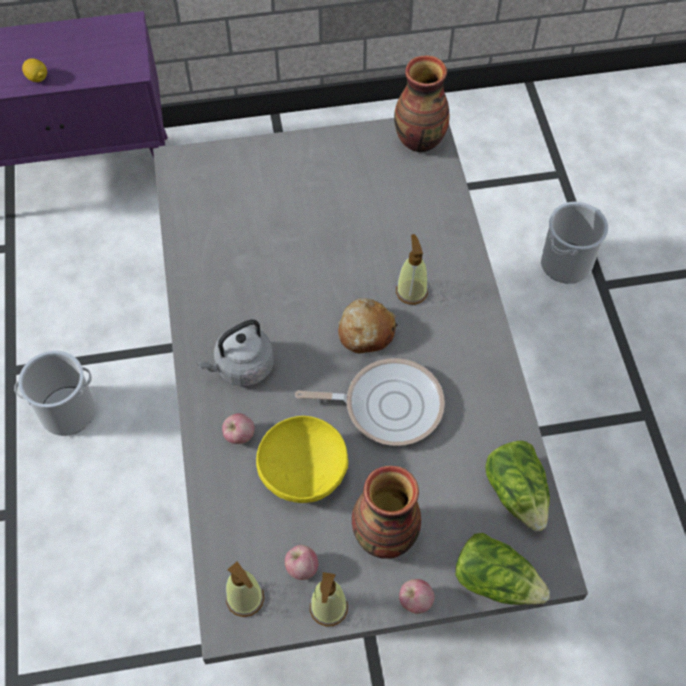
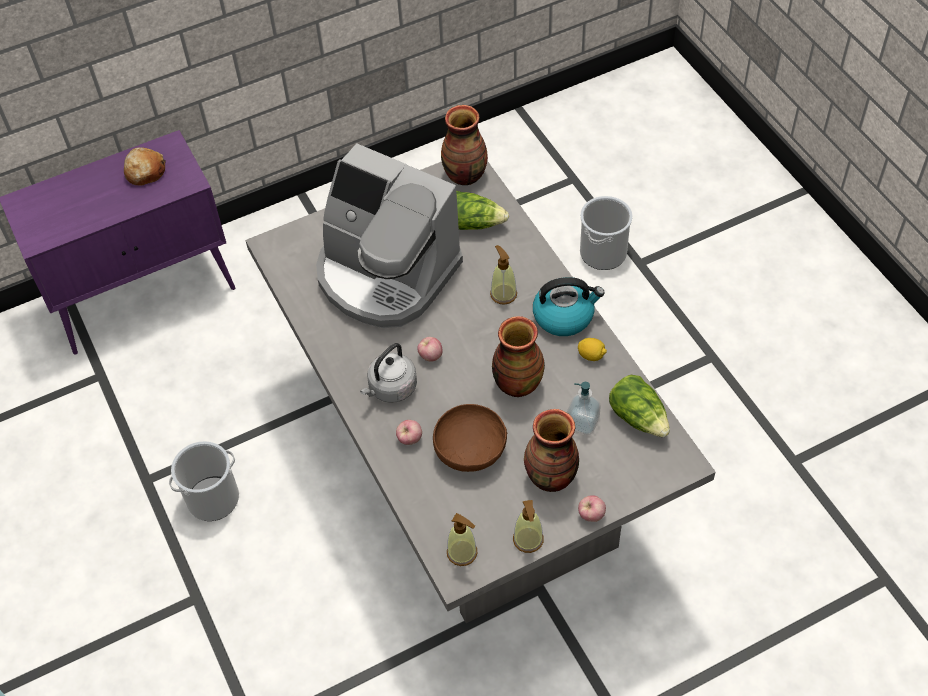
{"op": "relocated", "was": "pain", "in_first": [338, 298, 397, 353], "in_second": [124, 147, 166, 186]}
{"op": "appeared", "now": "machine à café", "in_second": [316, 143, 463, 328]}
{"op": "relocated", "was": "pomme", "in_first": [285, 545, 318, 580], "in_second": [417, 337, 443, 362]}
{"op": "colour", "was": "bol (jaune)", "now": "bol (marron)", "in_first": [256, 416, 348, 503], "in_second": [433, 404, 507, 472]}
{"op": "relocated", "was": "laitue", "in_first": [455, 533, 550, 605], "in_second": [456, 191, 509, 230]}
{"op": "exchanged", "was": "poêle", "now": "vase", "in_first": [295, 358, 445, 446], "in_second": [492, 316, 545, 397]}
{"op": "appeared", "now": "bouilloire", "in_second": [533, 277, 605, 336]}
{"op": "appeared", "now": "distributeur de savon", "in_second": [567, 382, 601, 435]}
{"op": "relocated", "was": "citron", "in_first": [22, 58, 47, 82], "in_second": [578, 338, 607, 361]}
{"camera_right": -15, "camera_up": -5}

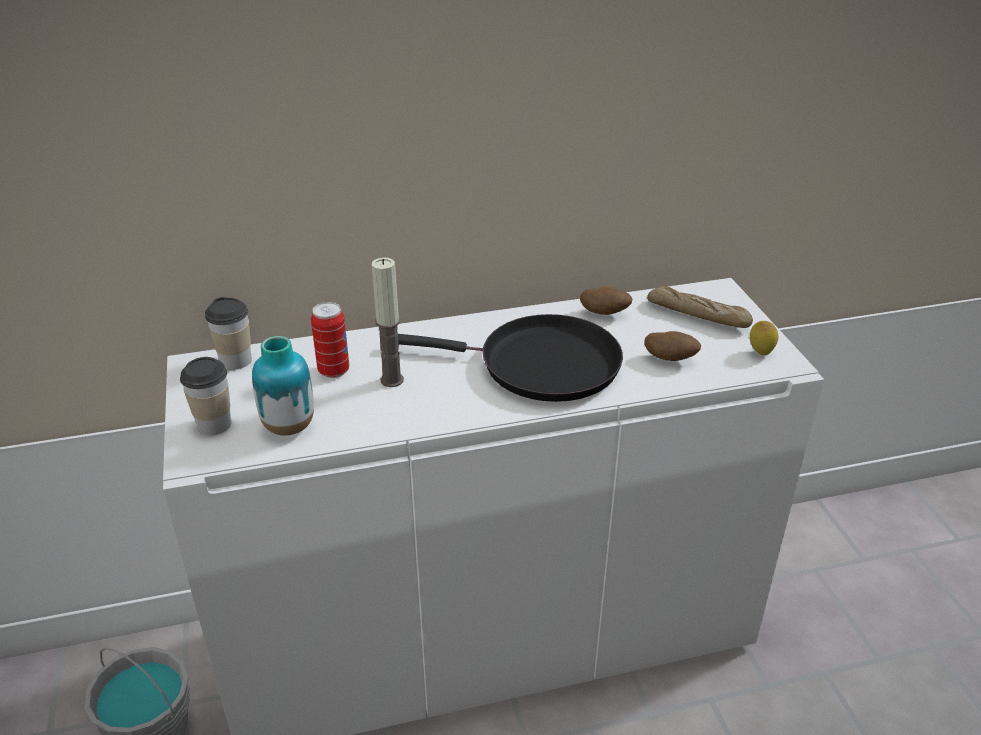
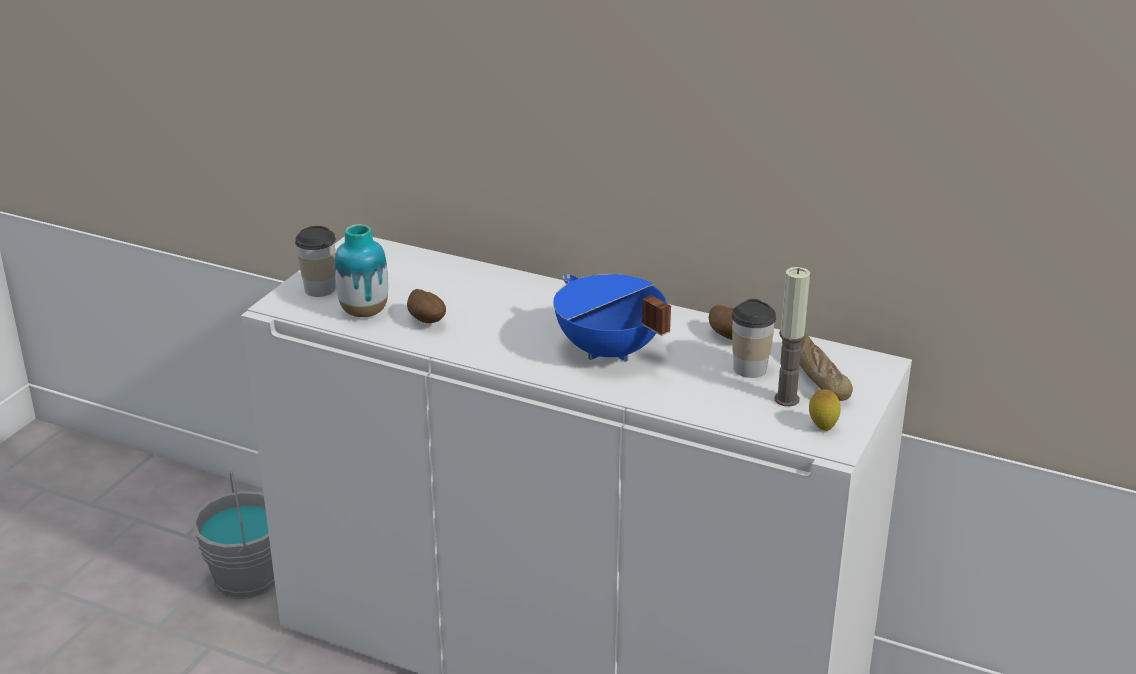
{"op": "relocated", "was": "pomme de terre", "in_first": [644, 331, 701, 361], "in_second": [407, 289, 446, 323]}
{"op": "exchanged", "was": "poêle (noir)", "now": "marmite (bleu)", "in_first": [398, 314, 623, 402], "in_second": [553, 274, 671, 362]}
{"op": "relocated", "was": "tasse", "in_first": [205, 297, 252, 370], "in_second": [732, 299, 776, 378]}
{"op": "relocated", "was": "bougie", "in_first": [372, 257, 404, 387], "in_second": [774, 267, 810, 406]}
{"op": "missing", "was": "boîte métallique", "in_first": [311, 302, 349, 378]}
{"camera_right": 40, "camera_up": -5}

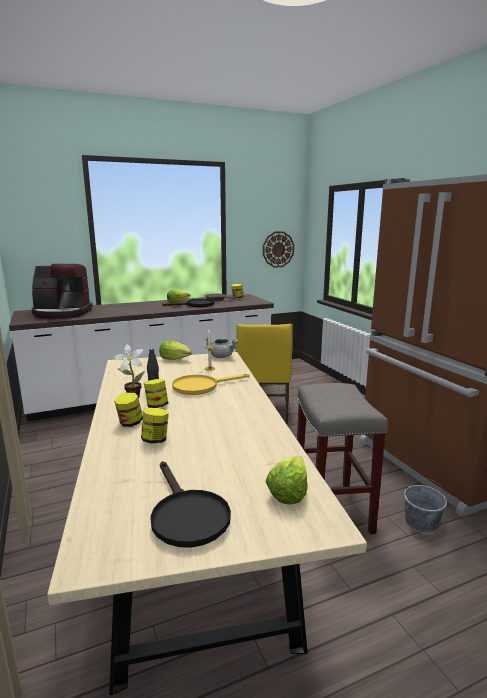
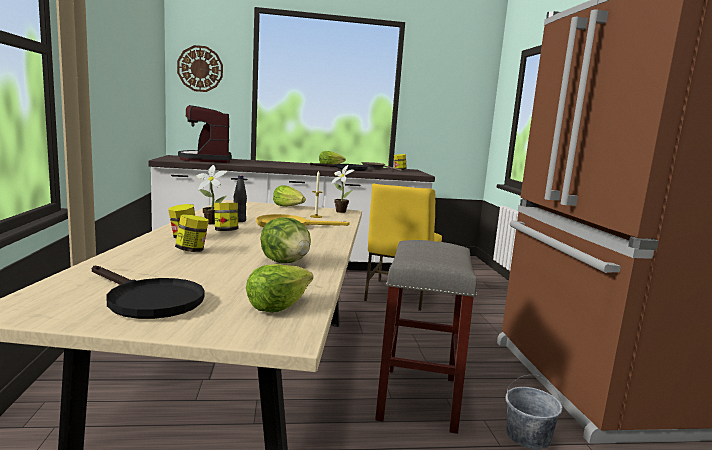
{"op": "spun", "was": "poêle (noir)", "in_first": [150, 461, 231, 548], "in_second": [92, 266, 205, 319], "clockwise": -45}
{"op": "relocated", "was": "horloge murale", "in_first": [263, 231, 294, 268], "in_second": [177, 45, 223, 92]}
{"op": "spun", "was": "machine à café", "in_first": [32, 264, 93, 319], "in_second": [178, 105, 232, 163], "clockwise": 60}
{"op": "appeared", "now": "laitue", "in_second": [260, 217, 311, 263]}
{"op": "exchanged", "was": "marmite (gris)", "now": "plante en pot", "in_first": [205, 337, 238, 358], "in_second": [331, 165, 354, 213]}
{"camera_right": 15, "camera_up": -5}

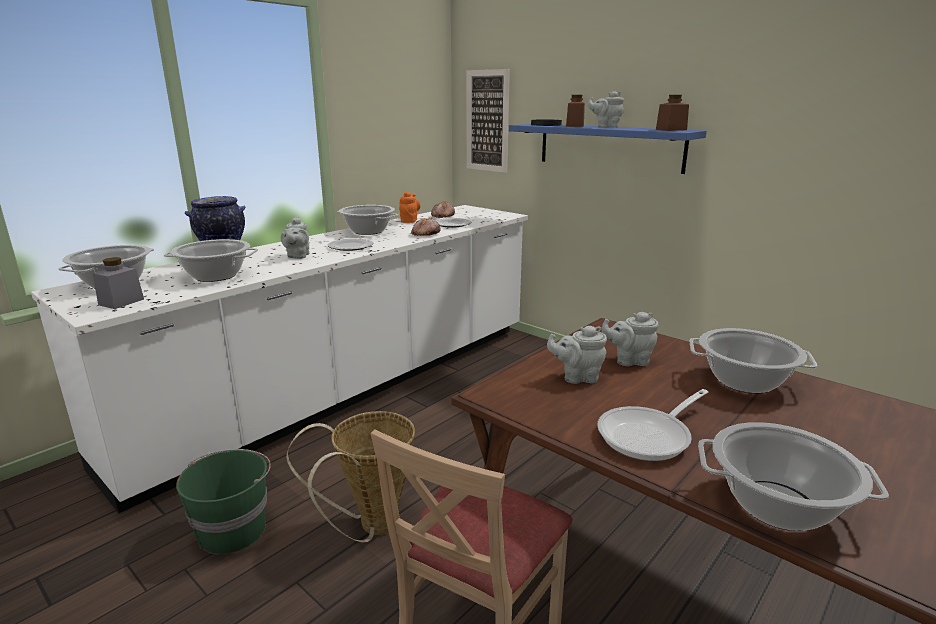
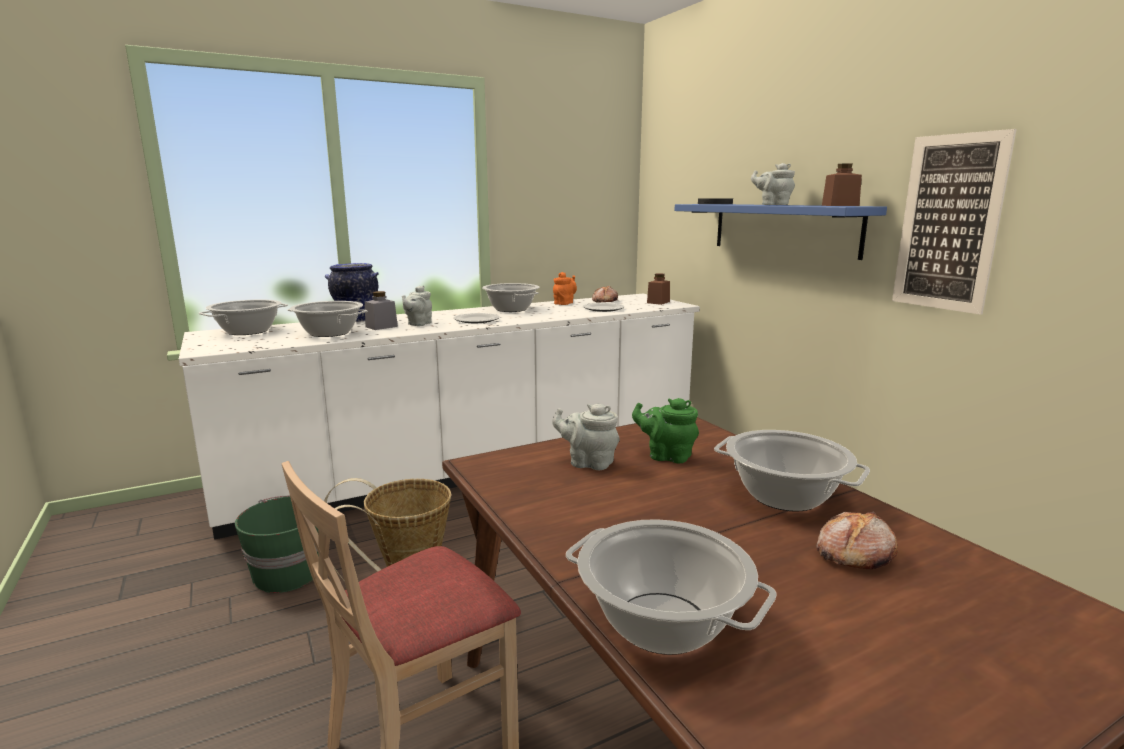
{"op": "relocated", "was": "bocal (gris)", "in_first": [93, 257, 144, 309], "in_second": [365, 291, 398, 330]}
{"op": "colour", "was": "théière (gris)", "now": "théière (vert)", "in_first": [601, 312, 659, 366], "in_second": [632, 398, 699, 463]}
{"op": "relocated", "was": "bocal (marron)", "in_first": [566, 95, 585, 127], "in_second": [647, 273, 670, 305]}
{"op": "relocated", "was": "pain", "in_first": [411, 217, 441, 236], "in_second": [816, 511, 898, 569]}
{"op": "relocated", "was": "tableau", "in_first": [467, 69, 510, 173], "in_second": [892, 129, 1017, 315]}
{"op": "missing", "was": "poêle", "in_first": [598, 389, 708, 461]}
{"camera_right": 20, "camera_up": -5}

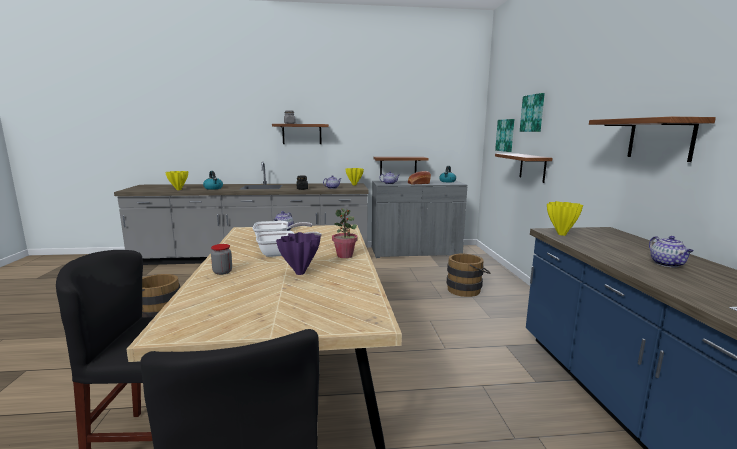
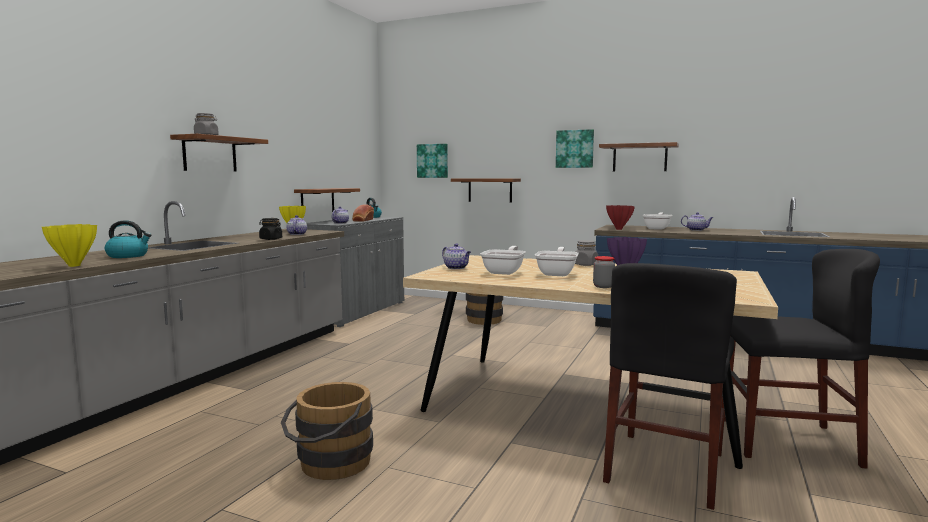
{"op": "relocated", "was": "tableau", "in_first": [520, 93, 545, 132], "in_second": [556, 129, 594, 168]}
{"op": "exchanged", "was": "plante en pot", "now": "bocal (gris)", "in_first": [332, 208, 358, 258], "in_second": [575, 240, 598, 266]}
{"op": "colour", "was": "vase (jaune)", "now": "vase (rouge)", "in_first": [547, 201, 583, 236], "in_second": [606, 205, 635, 230]}
{"op": "appeared", "now": "poêle", "in_second": [642, 212, 673, 230]}
{"camera_right": -60, "camera_up": -5}

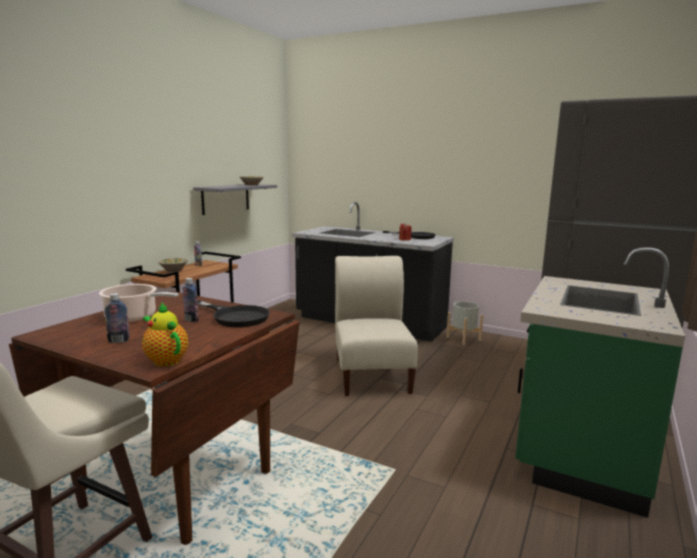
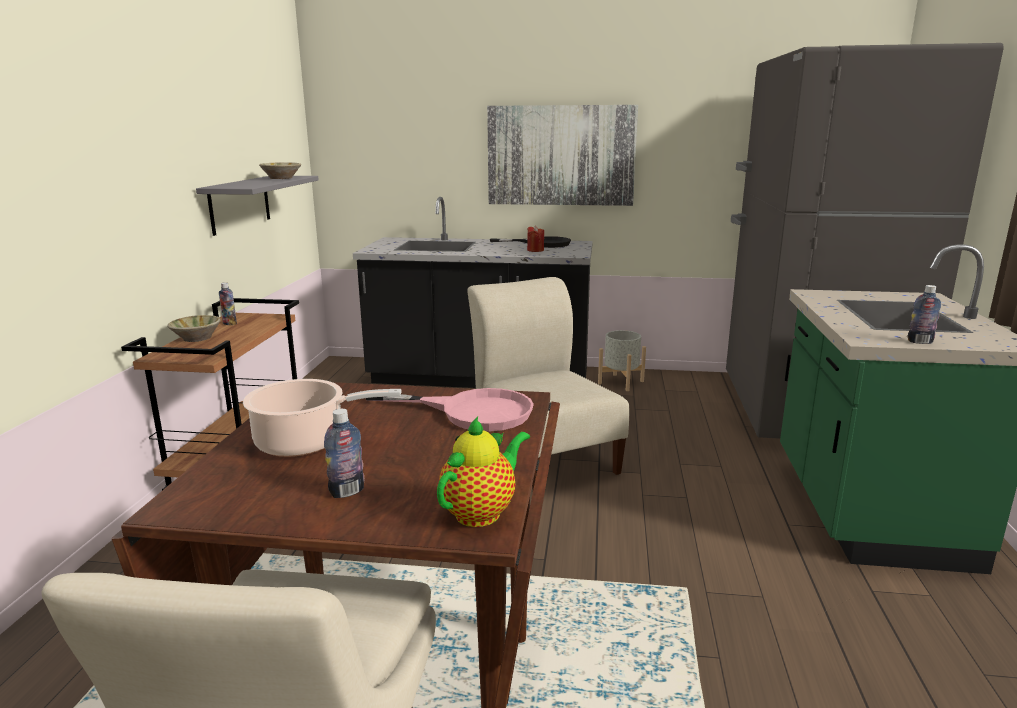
{"op": "colour", "was": "poêle (noir)", "now": "poêle (rose)", "in_first": [197, 300, 270, 327], "in_second": [365, 388, 534, 432]}
{"op": "spun", "was": "théière", "in_first": [142, 303, 188, 367], "in_second": [437, 417, 530, 527], "clockwise": 105}
{"op": "appeared", "now": "tableau", "in_second": [487, 105, 638, 206]}
{"op": "relocated", "was": "bouteille", "in_first": [183, 278, 199, 322], "in_second": [908, 285, 941, 344]}
{"camera_right": -20, "camera_up": 5}

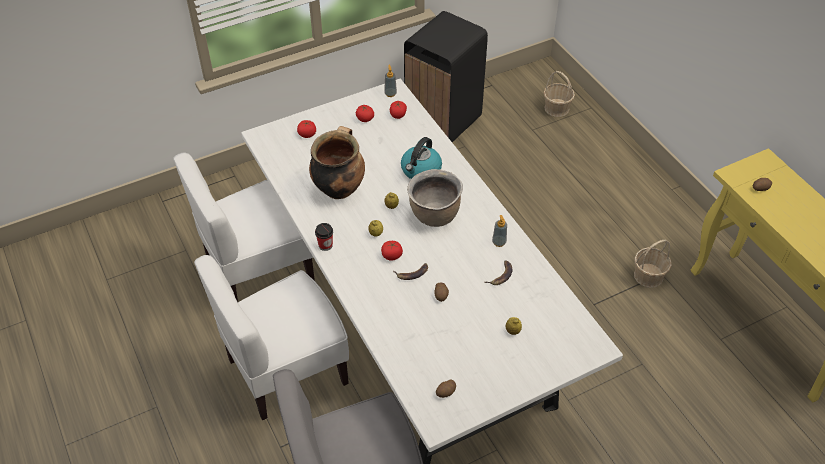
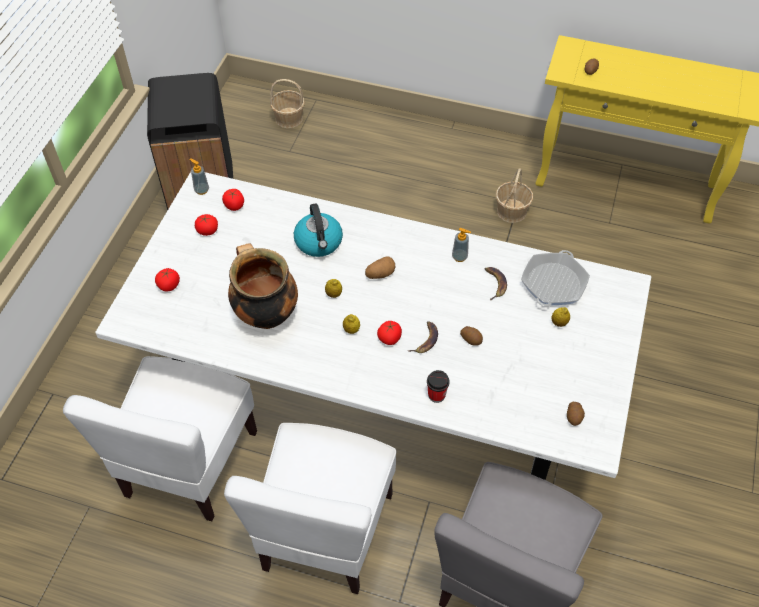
{"op": "exchanged", "was": "marmite (marron)", "now": "pomme de terre", "in_first": [407, 169, 463, 227], "in_second": [365, 256, 395, 279]}
{"op": "relocated", "was": "tasse", "in_first": [315, 223, 333, 251], "in_second": [427, 370, 450, 403]}
{"op": "appeared", "now": "poêle", "in_second": [521, 250, 590, 307]}
{"camera_right": -45, "camera_up": 5}

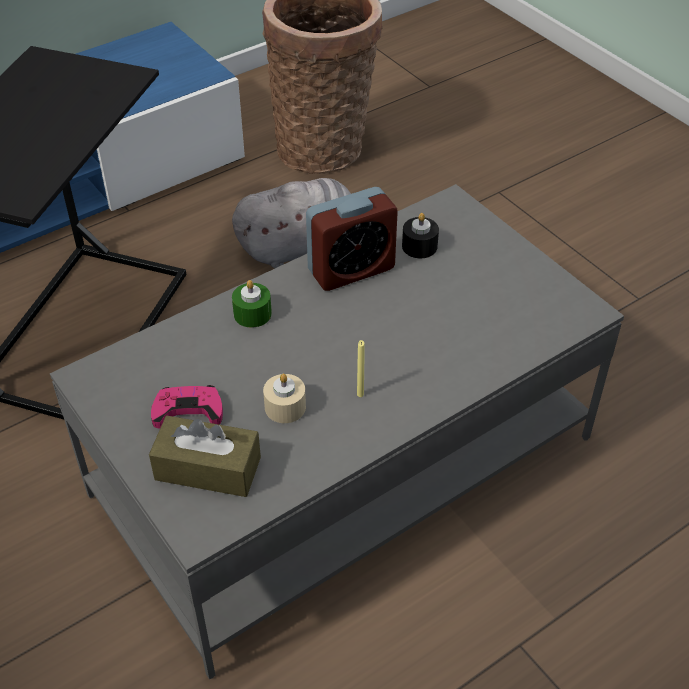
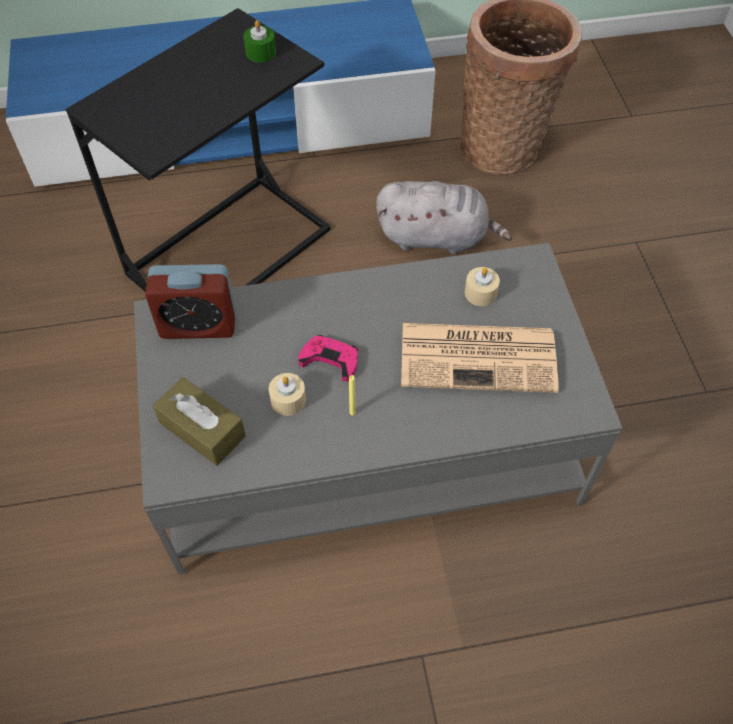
{"op": "relocated", "was": "réveil", "in_first": [306, 187, 398, 291], "in_second": [145, 264, 236, 339]}
{"op": "relocated", "was": "bougie (vert)", "in_first": [232, 280, 272, 328], "in_second": [243, 20, 276, 62]}
{"op": "relocated", "was": "manette (rose)", "in_first": [151, 385, 223, 429], "in_second": [298, 335, 358, 381]}
{"op": "appeared", "now": "journal", "in_second": [401, 323, 559, 393]}
{"op": "colour", "was": "bougie (noir)", "now": "bougie (beige)", "in_first": [402, 213, 439, 258], "in_second": [465, 267, 500, 306]}
{"camera_right": 25, "camera_up": 10}

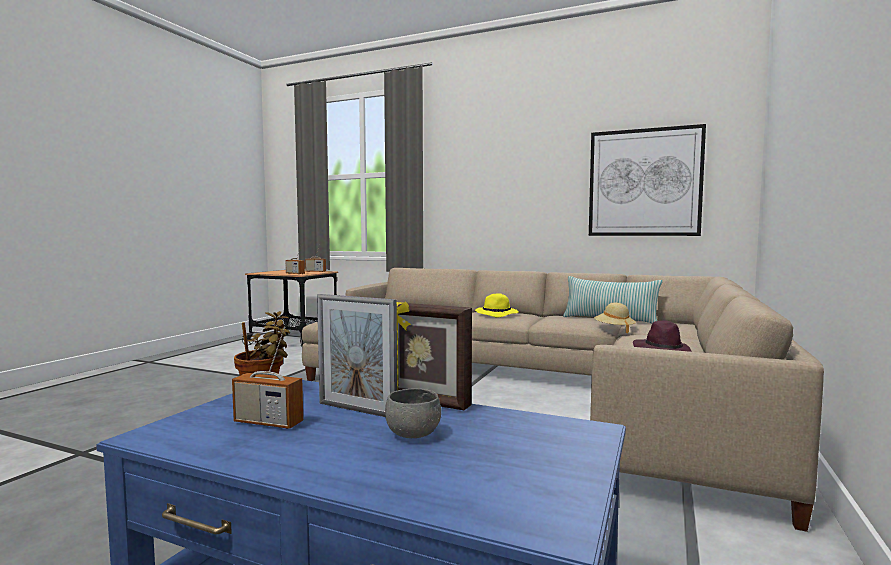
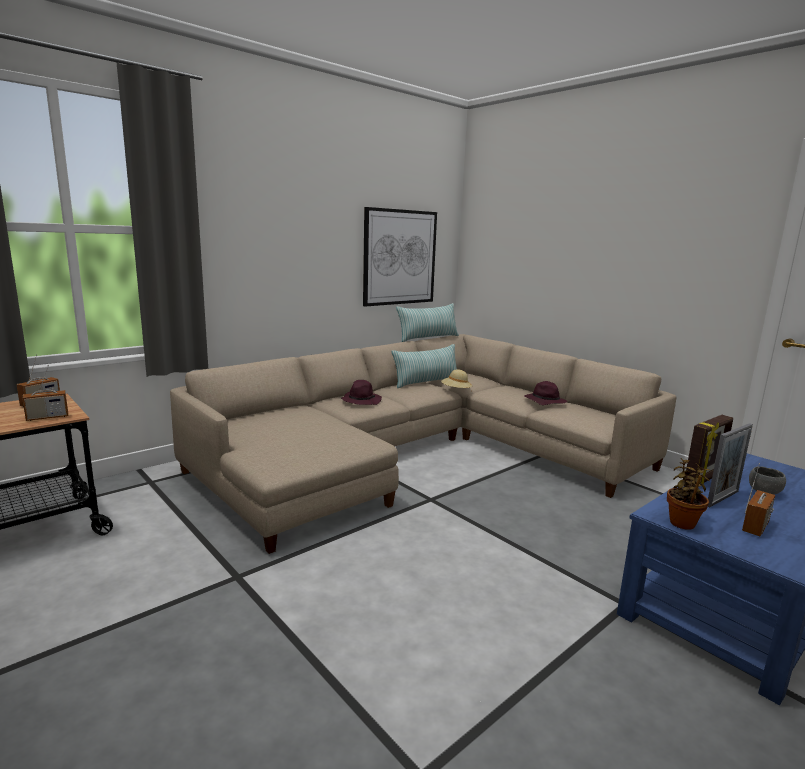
{"op": "colour", "was": "chapeau (jaune)", "now": "chapeau (violet)", "in_first": [475, 293, 519, 318], "in_second": [341, 380, 382, 405]}
{"op": "appeared", "now": "coussin", "in_second": [396, 303, 459, 342]}
{"camera_right": -65, "camera_up": 10}

